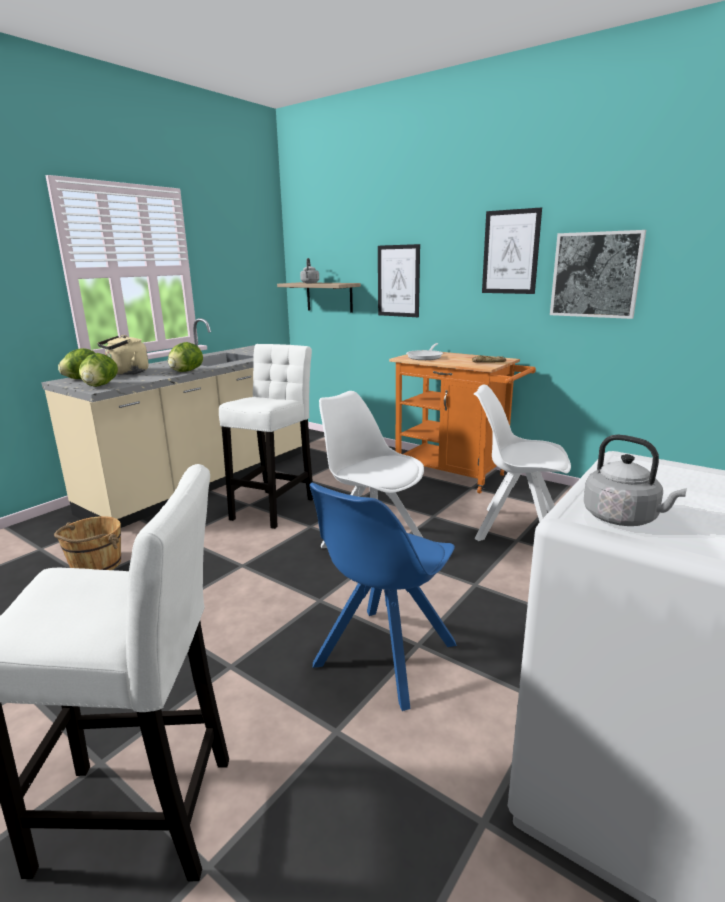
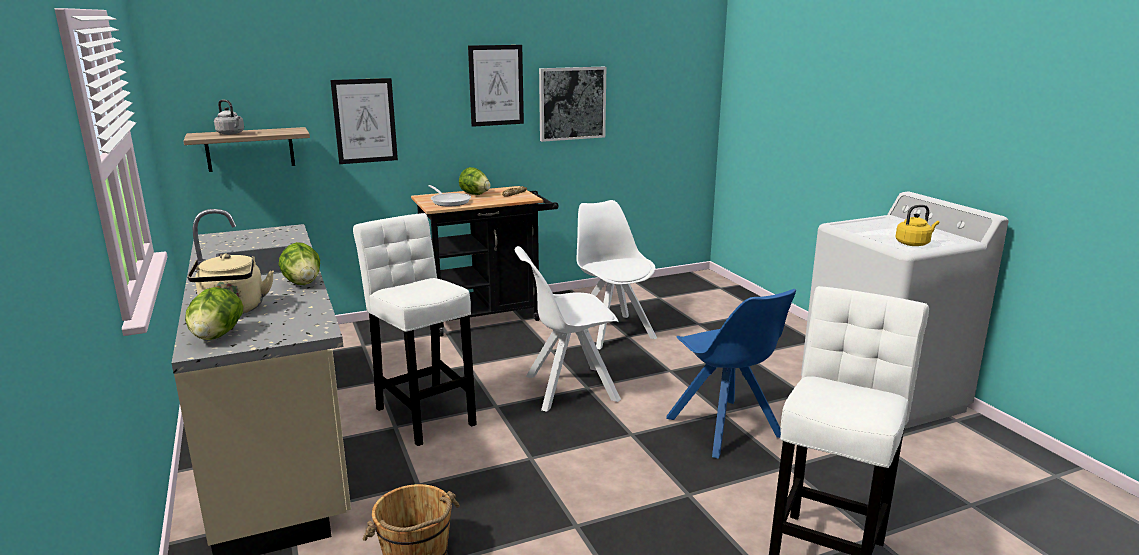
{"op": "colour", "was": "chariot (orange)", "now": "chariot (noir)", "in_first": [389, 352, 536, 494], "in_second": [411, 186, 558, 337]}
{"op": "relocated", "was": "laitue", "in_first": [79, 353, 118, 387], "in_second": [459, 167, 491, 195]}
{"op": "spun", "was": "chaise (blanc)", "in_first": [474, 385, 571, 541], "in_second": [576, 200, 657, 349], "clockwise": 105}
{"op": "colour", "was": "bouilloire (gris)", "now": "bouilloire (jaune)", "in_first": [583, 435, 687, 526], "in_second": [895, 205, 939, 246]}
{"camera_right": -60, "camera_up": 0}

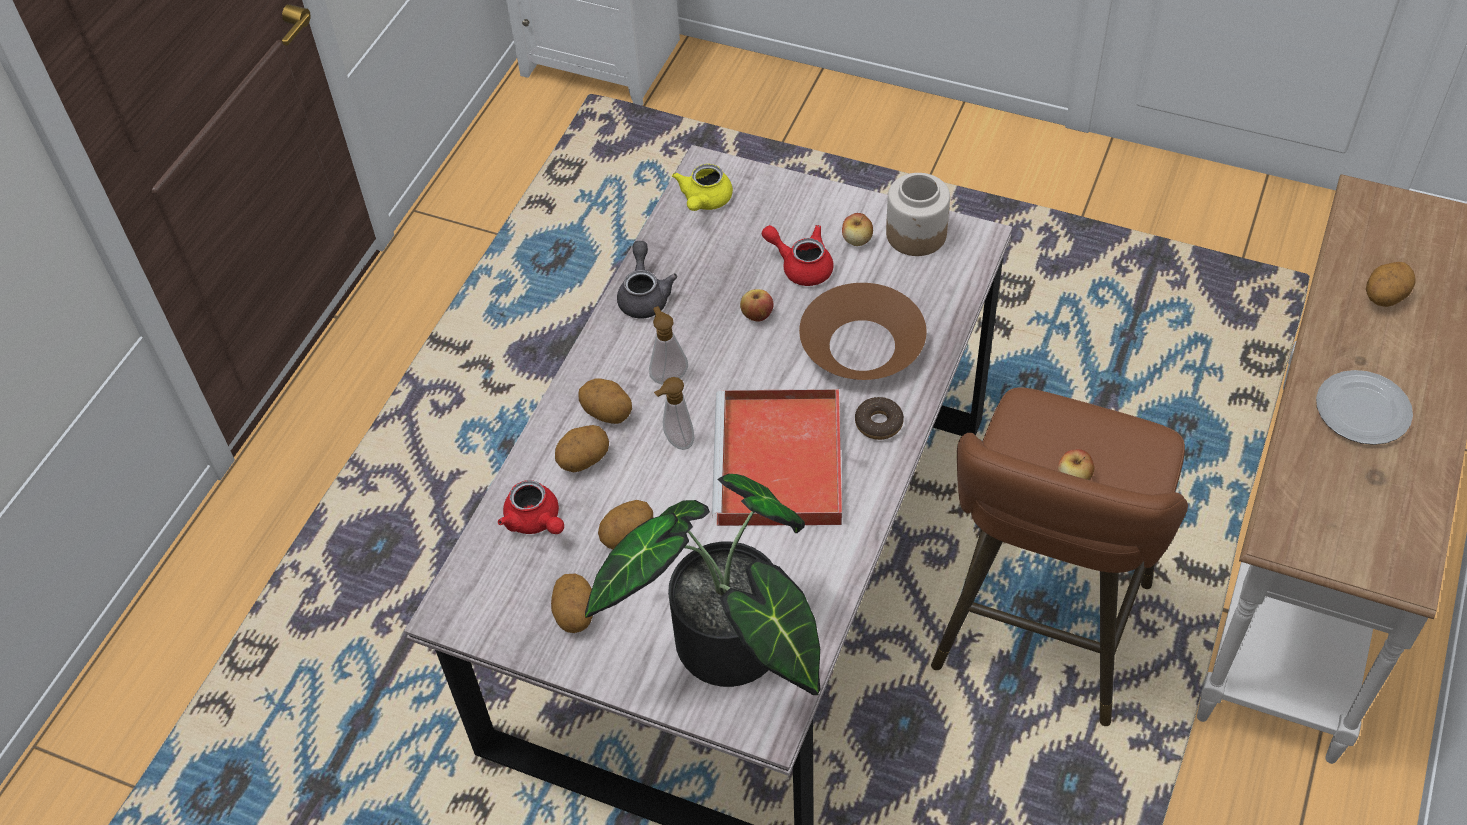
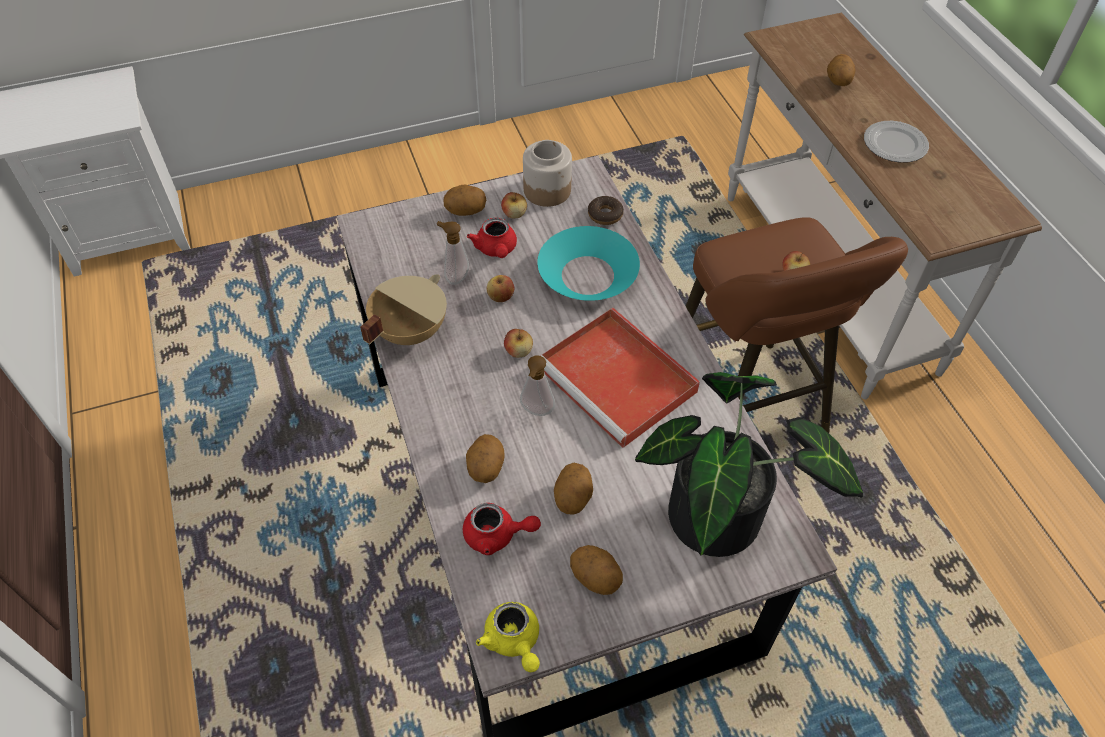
{"op": "exchanged", "was": "théière (gris)", "now": "marmite (beige)", "in_first": [617, 241, 678, 319], "in_second": [360, 274, 447, 345]}
{"op": "relocated", "was": "distributeur de savon", "in_first": [649, 306, 688, 385], "in_second": [437, 221, 469, 285]}
{"op": "relocated", "was": "pomme de terre", "in_first": [578, 378, 632, 424], "in_second": [444, 185, 486, 216]}
{"op": "spun", "was": "théière (rouge)", "in_first": [762, 225, 833, 286], "in_second": [467, 218, 517, 258], "clockwise": -90}
{"op": "relocated", "was": "théière (jaune)", "in_first": [672, 164, 733, 211], "in_second": [476, 602, 540, 672]}
{"op": "appeared", "now": "pomme", "in_second": [504, 329, 533, 358]}
{"op": "colour", "was": "bol (marron)", "now": "bol (turquoise)", "in_first": [799, 283, 926, 380], "in_second": [537, 226, 640, 301]}
{"op": "relocated", "was": "beignet", "in_first": [855, 397, 904, 440], "in_second": [588, 196, 624, 225]}
{"camera_right": -45, "camera_up": 0}

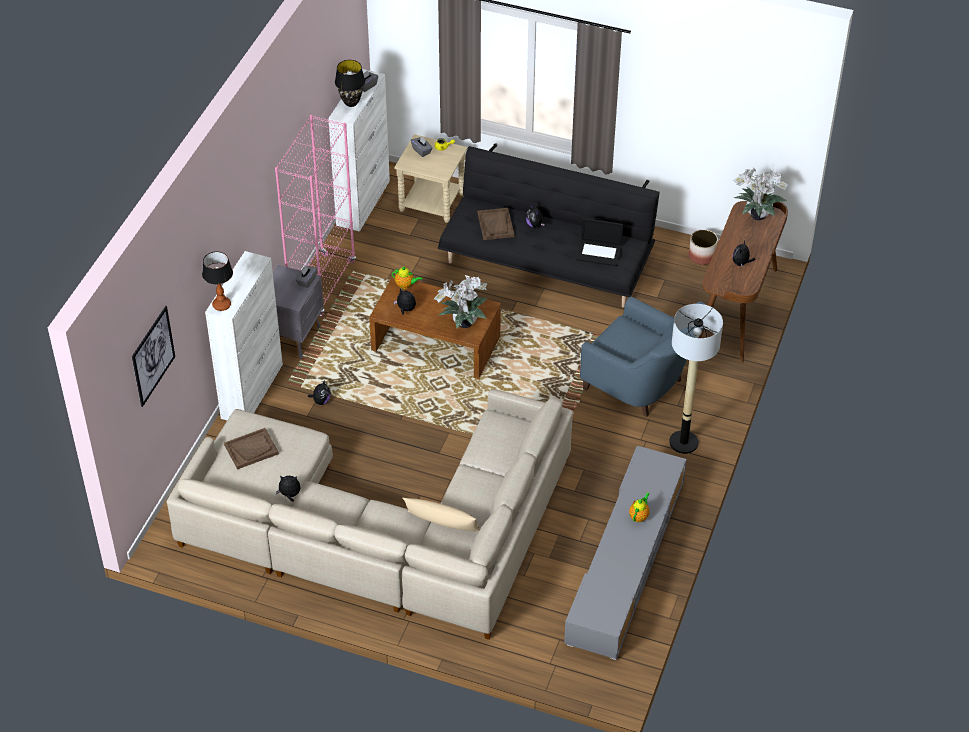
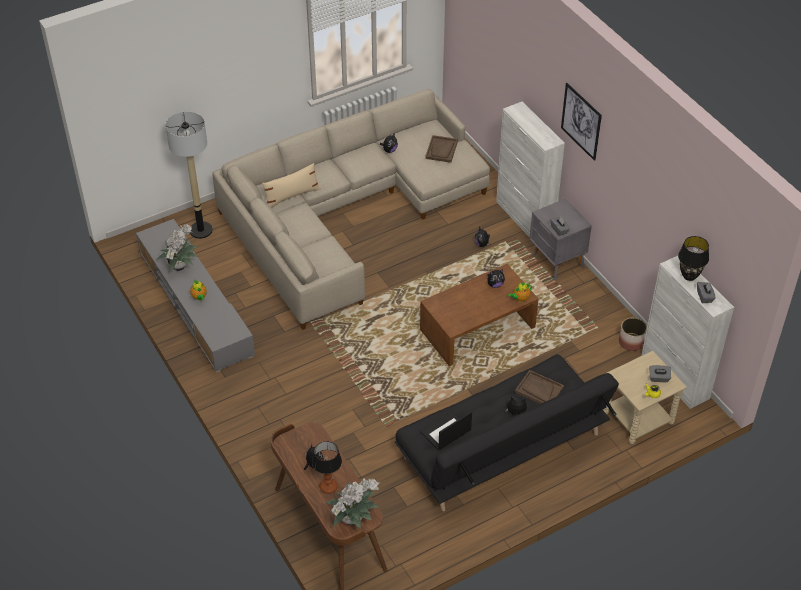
{"op": "relocated", "was": "plante en pot", "in_first": [434, 275, 488, 329], "in_second": [155, 224, 198, 271]}
{"op": "relocated", "was": "lampadaire", "in_first": [669, 304, 723, 454], "in_second": [165, 111, 213, 239]}
{"op": "relocated", "was": "lampe de table", "in_first": [202, 251, 233, 311], "in_second": [312, 441, 342, 494]}
{"op": "relocated", "was": "tableau", "in_first": [132, 306, 175, 407], "in_second": [561, 83, 602, 161]}
{"op": "relocated", "was": "cache-pot", "in_first": [689, 230, 718, 265], "in_second": [619, 318, 647, 351]}
{"op": "missing", "was": "bibliothèque (rose)", "in_first": [275, 115, 356, 316]}
{"op": "missing", "was": "fauteuil (bleu)", "in_first": [580, 297, 706, 417]}
{"camera_right": 130, "camera_up": 0}

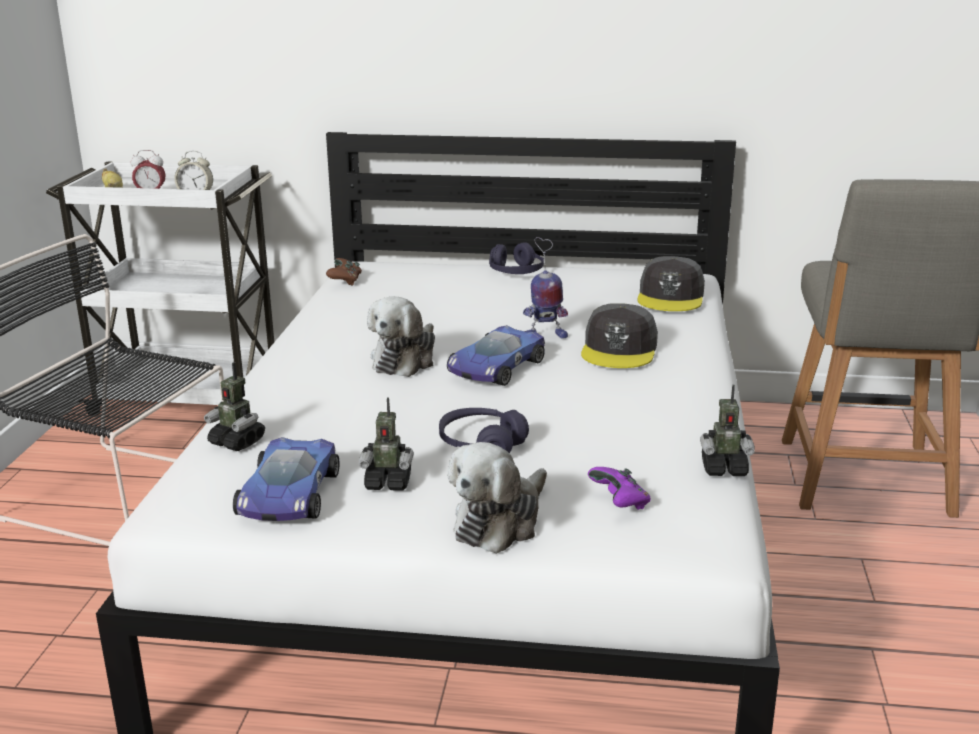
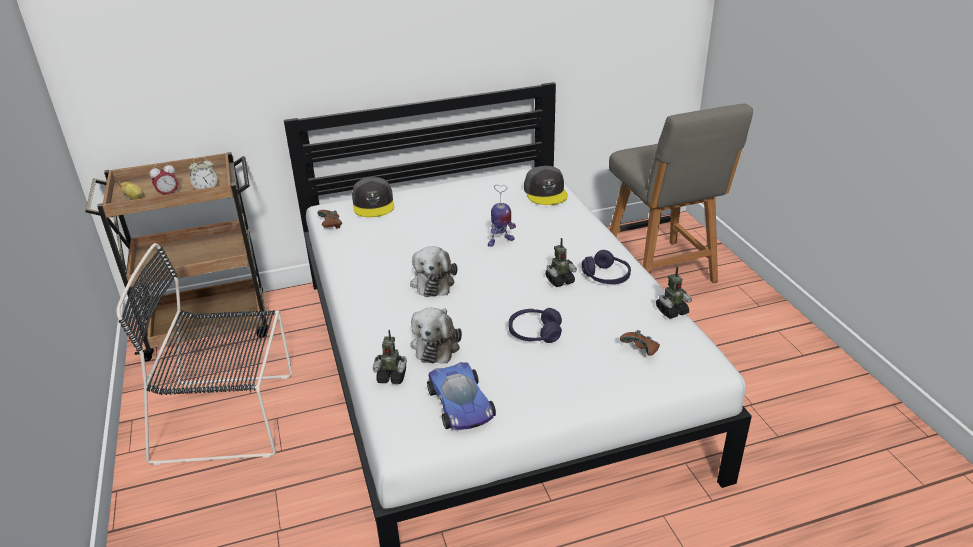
{"op": "colour", "was": "chariot (blanc)", "now": "chariot (marron)", "in_first": [46, 161, 274, 416], "in_second": [85, 152, 268, 361]}
{"op": "relocated", "was": "casquette (gris)", "in_first": [581, 303, 658, 368], "in_second": [352, 177, 394, 217]}
{"op": "relocated", "was": "peluche", "in_first": [448, 442, 547, 554], "in_second": [410, 308, 462, 364]}
{"op": "relocated", "was": "robot jouet", "in_first": [359, 397, 414, 491], "in_second": [546, 238, 577, 287]}
{"op": "relocated", "was": "casque audio (violet)", "in_first": [489, 242, 544, 274], "in_second": [582, 250, 631, 284]}
{"op": "colour", "was": "manette (violet)", "now": "manette (marron)", "in_first": [588, 467, 651, 510], "in_second": [620, 330, 660, 356]}
{"op": "missing", "was": "petite voiture", "in_first": [447, 325, 545, 386]}
{"camera_right": -25, "camera_up": 10}

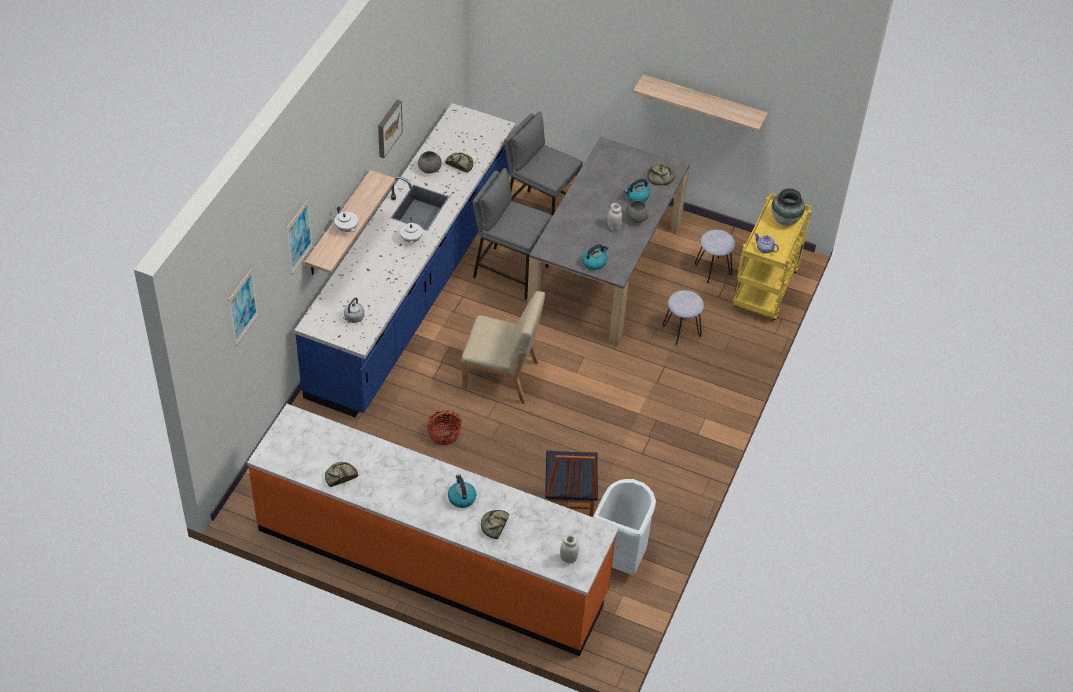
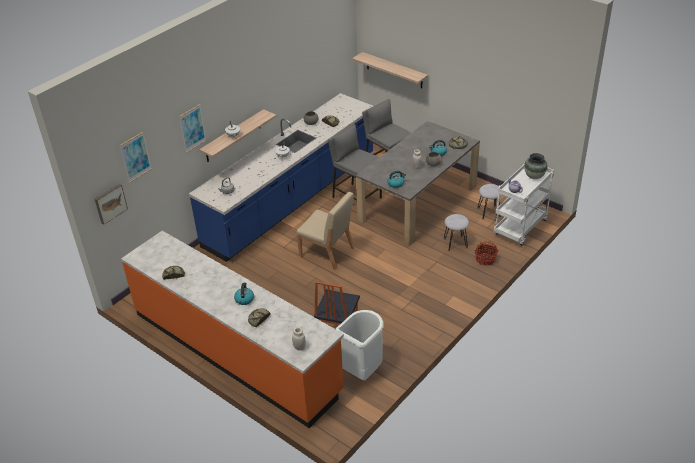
{"op": "relocated", "was": "tableau", "in_first": [378, 100, 403, 158], "in_second": [95, 184, 128, 225]}
{"op": "relocated", "was": "étagère", "in_first": [633, 74, 768, 132], "in_second": [352, 52, 428, 88]}
{"op": "relocated", "was": "panier", "in_first": [427, 410, 462, 445], "in_second": [475, 241, 498, 266]}
{"op": "colour", "was": "chariot (jaune)", "now": "chariot (blanc)", "in_first": [733, 194, 811, 320], "in_second": [494, 162, 554, 245]}
{"camera_right": 20, "camera_up": -10}

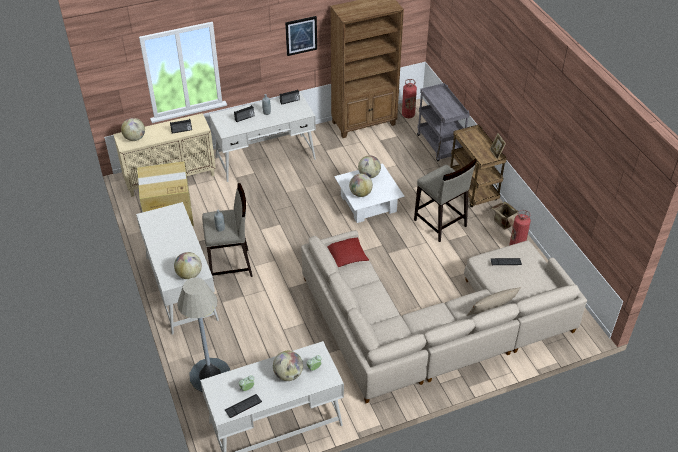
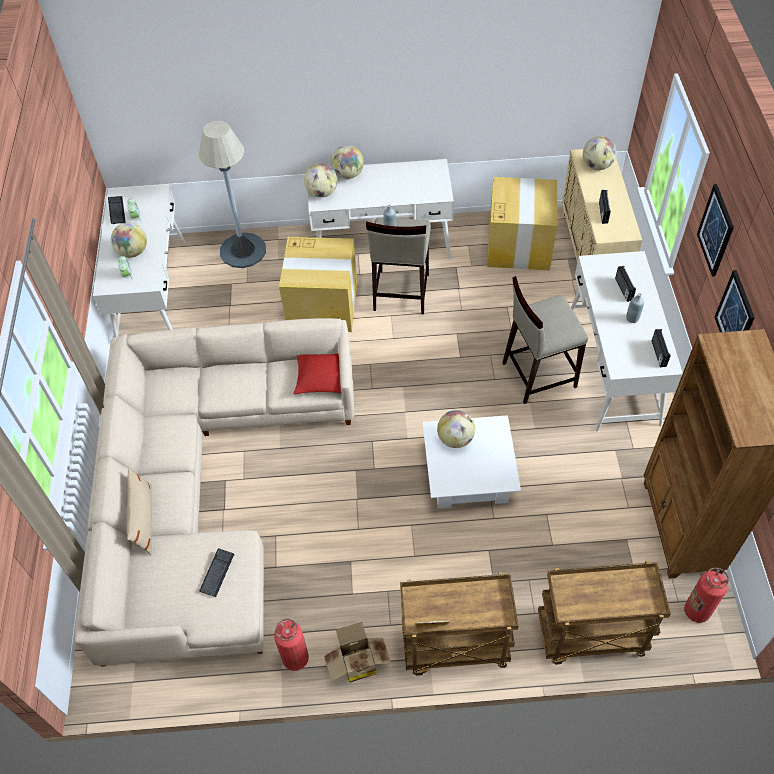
{"op": "appeared", "now": "carton", "in_second": [279, 237, 357, 332]}
{"op": "relocated", "was": "globe", "in_first": [358, 155, 381, 178], "in_second": [331, 145, 364, 179]}
{"op": "relocated", "was": "tabouret (beige)", "in_first": [414, 159, 477, 242], "in_second": [502, 276, 588, 404]}
{"op": "colour", "was": "chariot (gris)", "now": "chariot (marron)", "in_first": [417, 83, 470, 161], "in_second": [538, 561, 671, 664]}
{"op": "appeared", "now": "tableau", "in_second": [697, 184, 734, 276]}
{"camera_right": 110, "camera_up": 10}

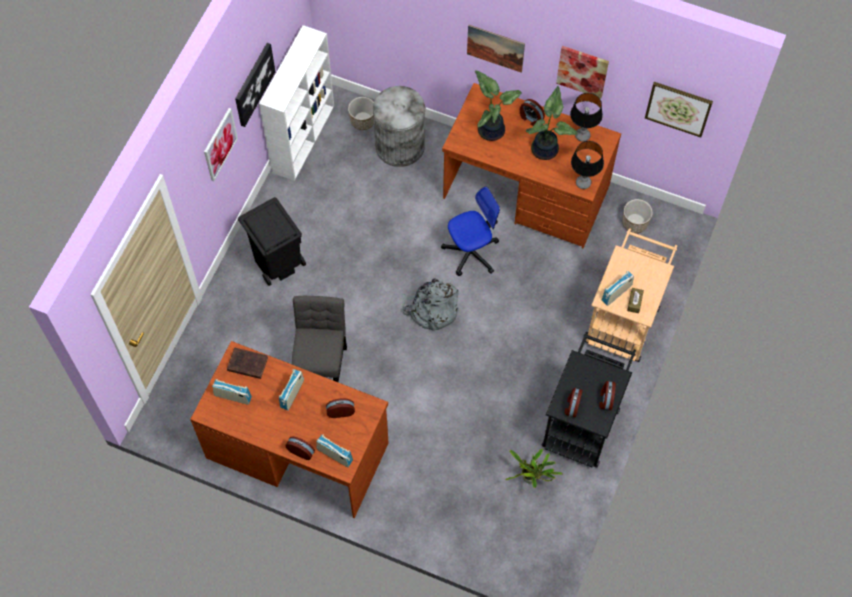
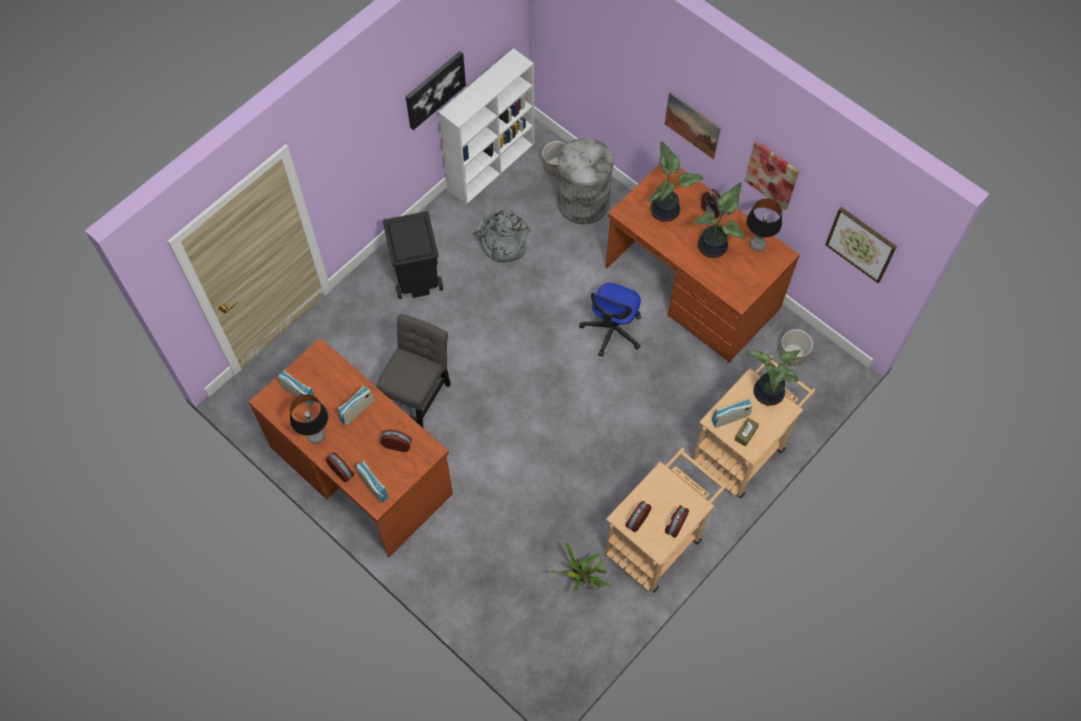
{"op": "relocated", "was": "lampe de table", "in_first": [571, 141, 604, 189], "in_second": [290, 395, 328, 444]}
{"op": "relocated", "was": "sac à dos (gris)", "in_first": [402, 278, 458, 332], "in_second": [474, 211, 530, 263]}
{"op": "spun", "was": "chaise de bureau", "in_first": [441, 187, 500, 276], "in_second": [579, 283, 641, 357], "clockwise": 120}
{"op": "colour", "was": "chariot (noir)", "now": "chariot (beige)", "in_first": [542, 332, 636, 468], "in_second": [605, 447, 728, 593]}
{"op": "appeared", "now": "plante en pot", "in_second": [744, 350, 801, 406]}
{"op": "missing", "was": "tableau", "in_first": [204, 108, 238, 181]}
{"op": "missing", "was": "livre (marron)", "in_first": [227, 347, 268, 379]}
{"camera_right": 20, "camera_up": 0}

